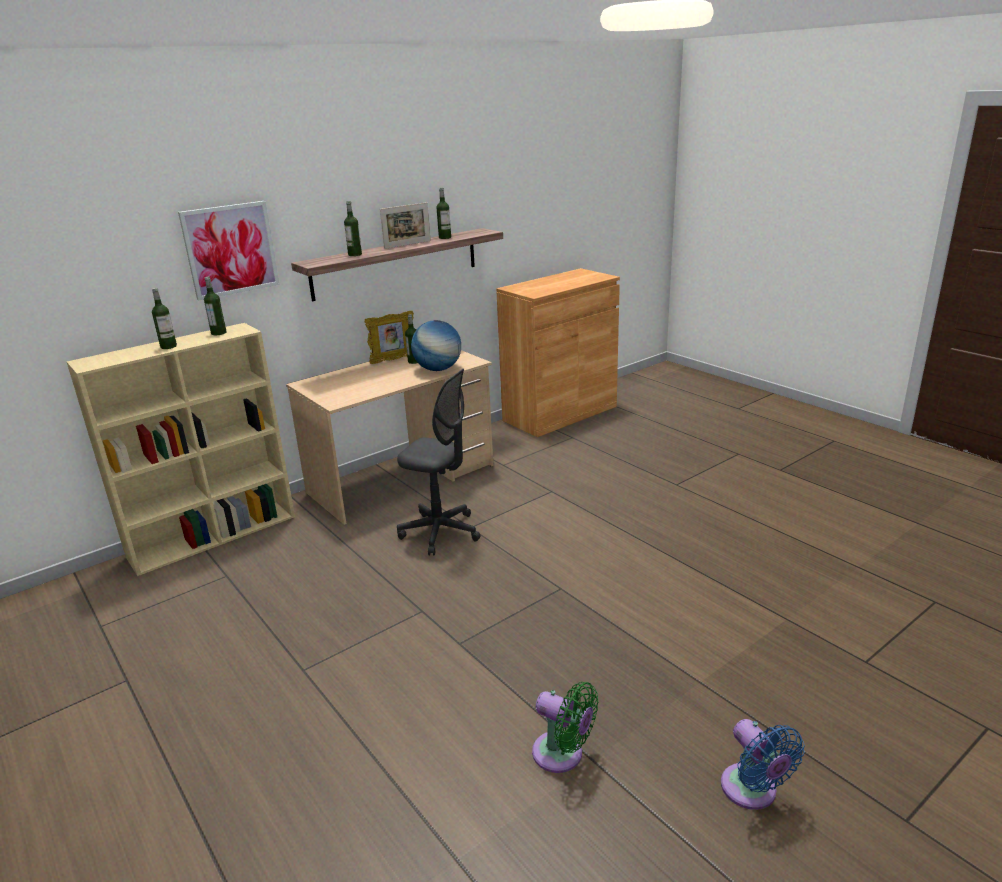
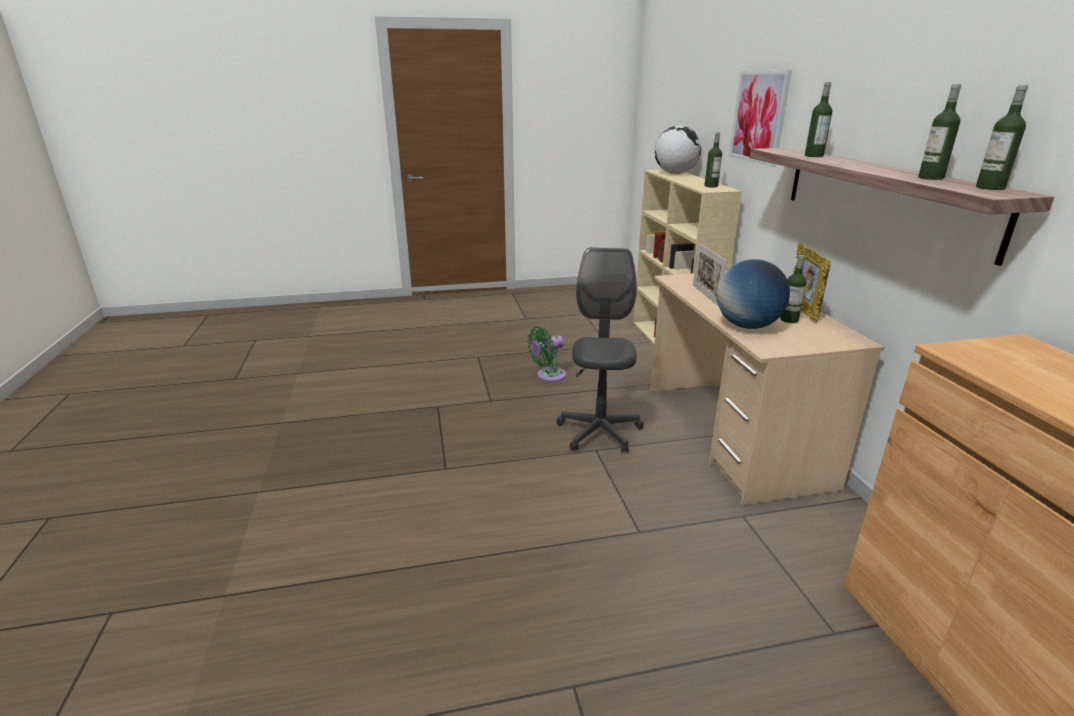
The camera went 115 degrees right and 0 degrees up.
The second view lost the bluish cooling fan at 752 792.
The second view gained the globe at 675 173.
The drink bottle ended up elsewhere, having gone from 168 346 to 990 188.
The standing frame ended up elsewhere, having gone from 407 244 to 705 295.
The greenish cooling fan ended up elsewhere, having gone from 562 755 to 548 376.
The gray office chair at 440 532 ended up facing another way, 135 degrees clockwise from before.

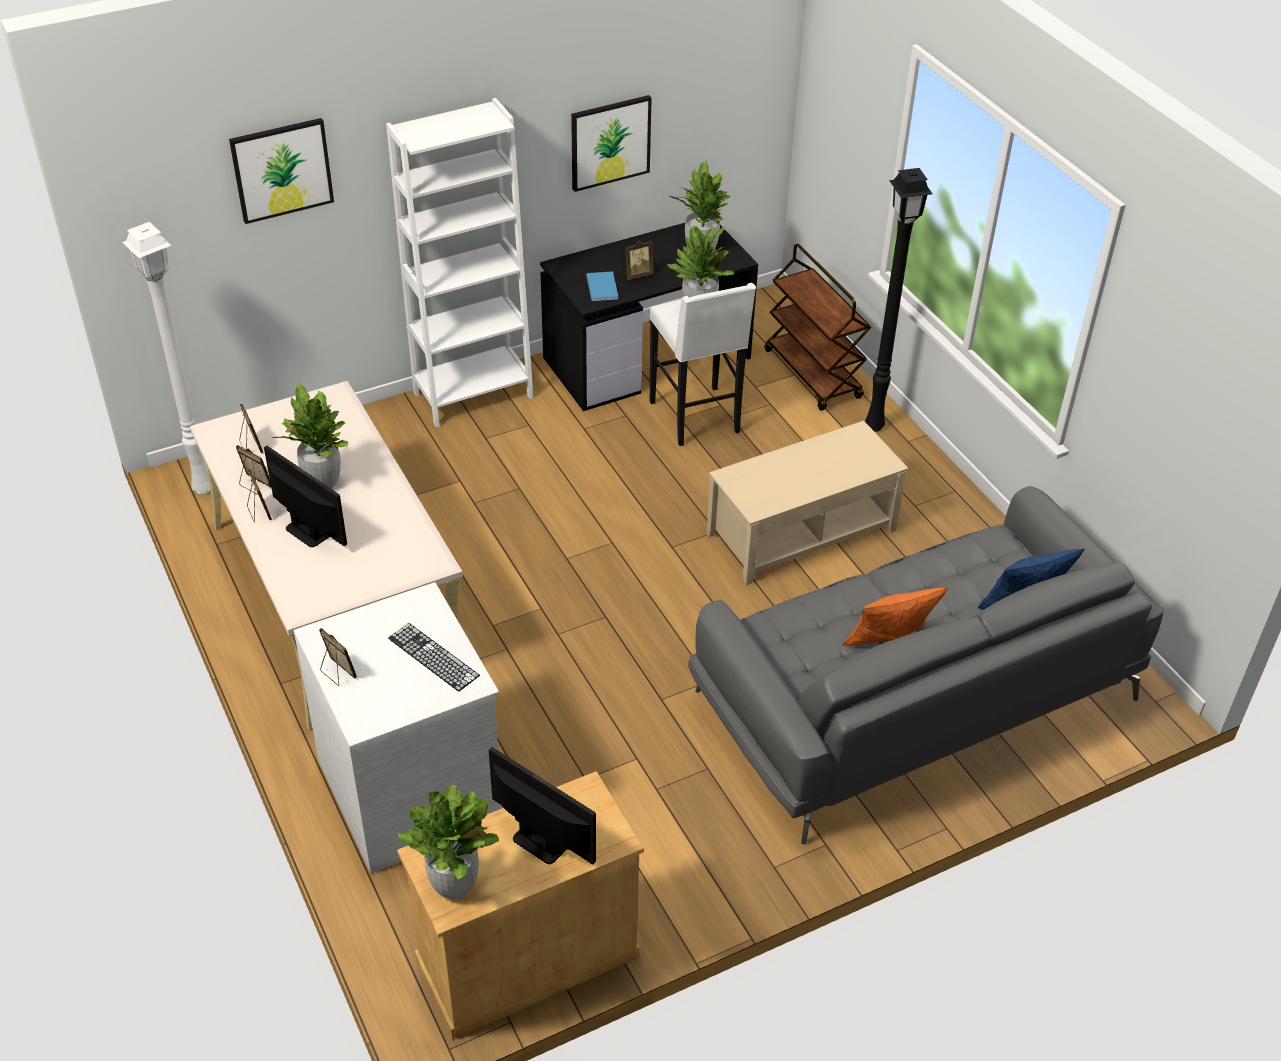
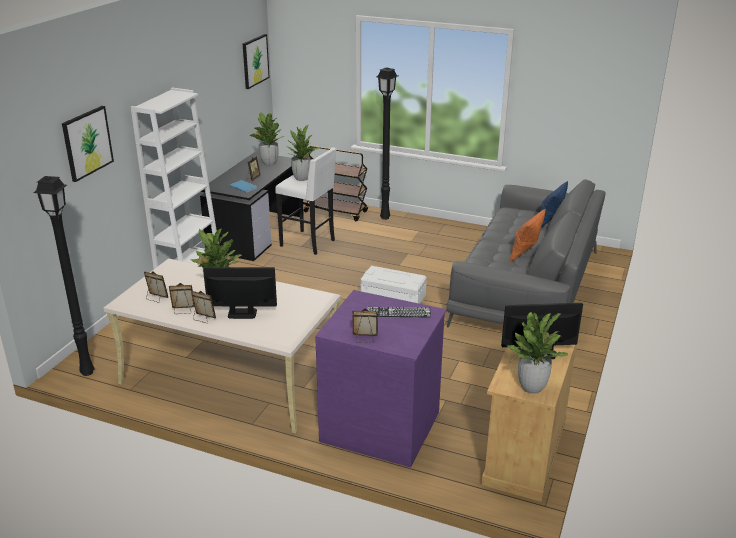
The camera went 40 degrees left and 15 degrees down.
The second view lost the sand-coloured coffee table at 801 532.
The second view gained the white storage box at 393 297.
The picture ended up elsewhere, having gone from 610 142 to 255 61.
What was the white standing lamp at 203 487 turned into the black-coloured standing lamp at 87 372.
What was the white dresser at 412 790 turned into the purple-coloured dresser at 381 425.

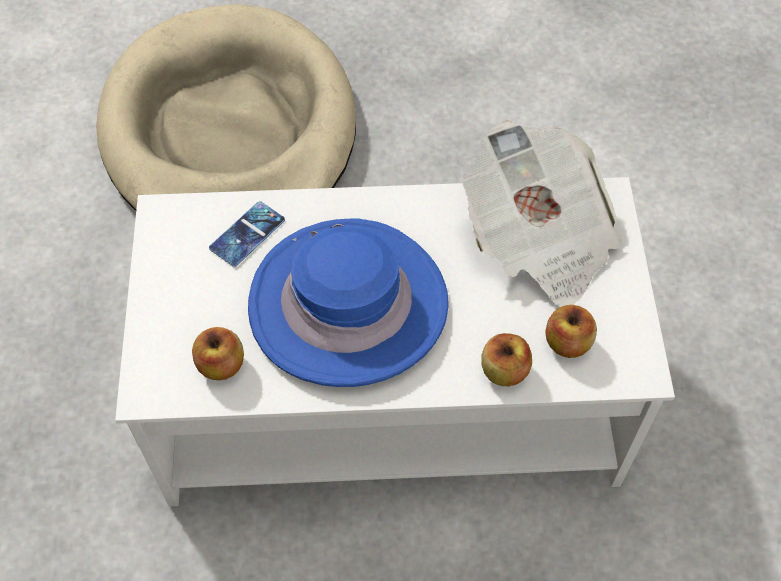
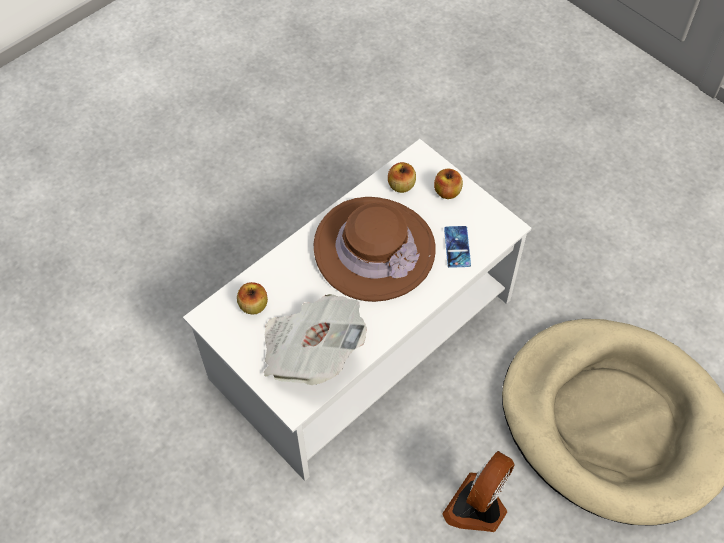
The camera went 140 degrees right and 0 degrees up.
The second view gained the cooling fan at 478 508.
The apple fruit ended up elsewhere, having gone from 504 371 to 447 192.
What was the bluish hat at 348 304 turned into the brownish hat at 374 249.

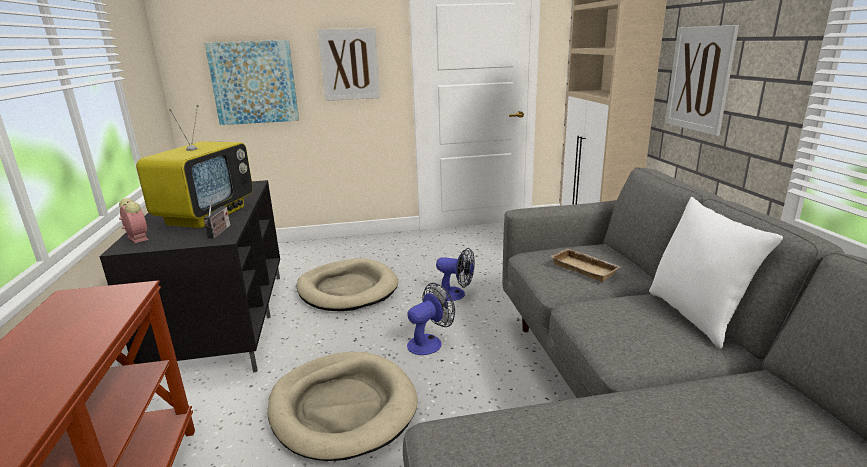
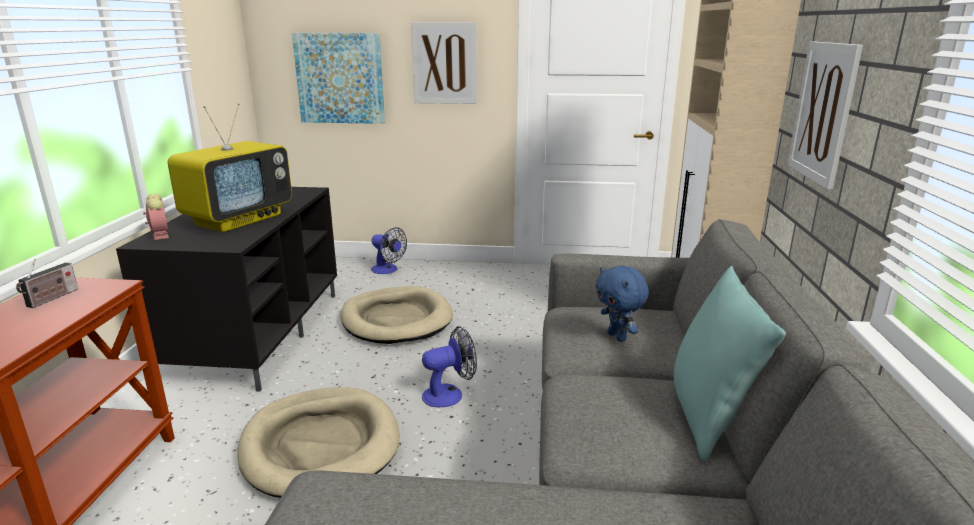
The camera went 15 degrees right and 0 degrees up.
The radio ended up elsewhere, having gone from 219 232 to 51 299.
The cooling fan ended up elsewhere, having gone from 455 295 to 388 270.
Where the sand-coloured serving tray stood at 586 268, the bluish cuddly toy came to stand at 618 337.
What was the white throw pillow at 695 316 turned into the turquoise throw pillow at 709 417.

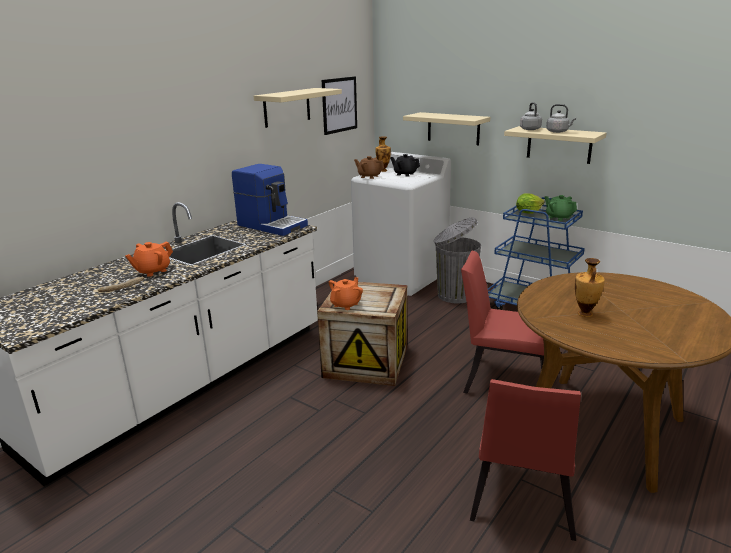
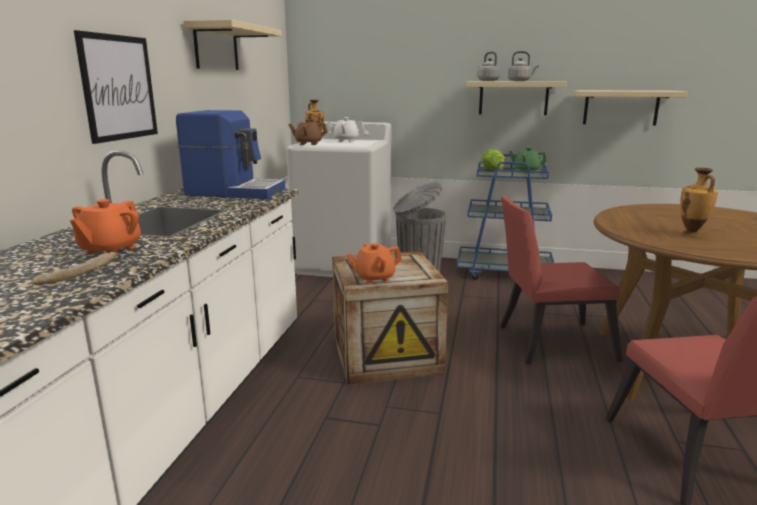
The camera went 25 degrees left and 5 degrees down.
The picture ended up elsewhere, having gone from 339 105 to 119 88.
The sand-coloured wall shelf ended up elsewhere, having gone from 453 128 to 621 107.
What was the black-coloured tea pot at 405 174 turned into the white tea pot at 346 141.
The orange tea pot at 346 304 ended up facing another way, 120 degrees counterclockwise from before.

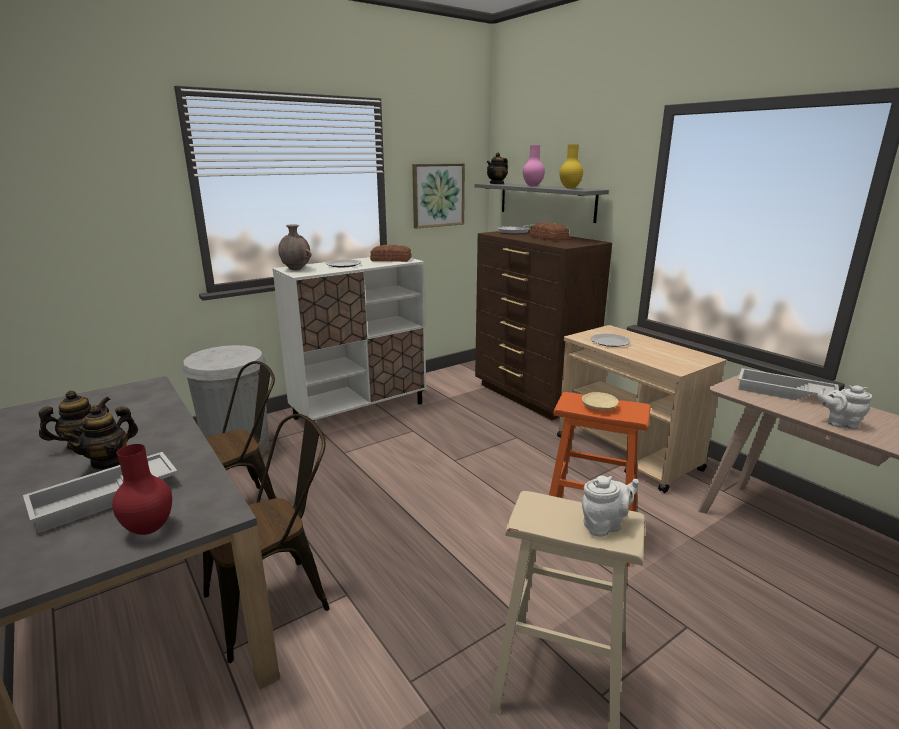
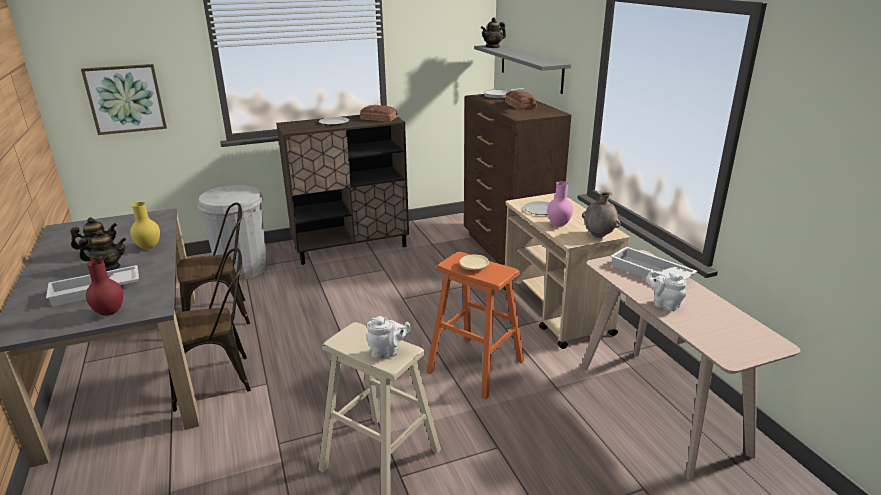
The camera went 15 degrees right and 5 degrees up.
The brownish vase ended up elsewhere, having gone from 296 269 to 599 235.
The picture ended up elsewhere, having gone from 438 195 to 125 99.
The pink-coloured vase ended up elsewhere, having gone from 532 186 to 558 225.
The yellow vase ended up elsewhere, having gone from 570 188 to 149 247.
What was the white cabinet at 360 410 turned into the brownish cabinet at 351 247.
The tea pot at 109 461 ended up facing another way, 150 degrees counterclockwise from before.

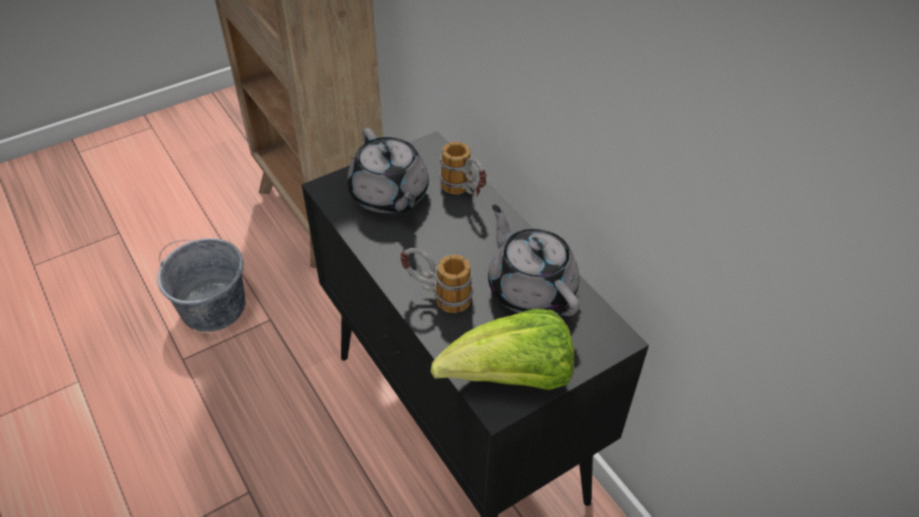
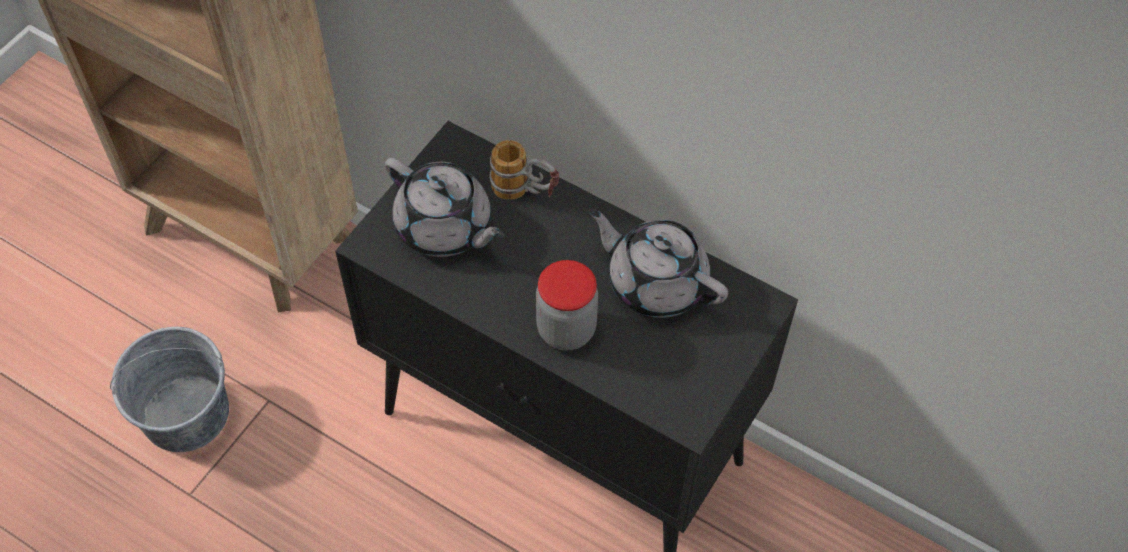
The camera went 25 degrees left and 10 degrees up.
The second view lost the lettuce head at 511 379.
Where the coffee mug stood at 437 296, the storage jar came to stand at 566 329.

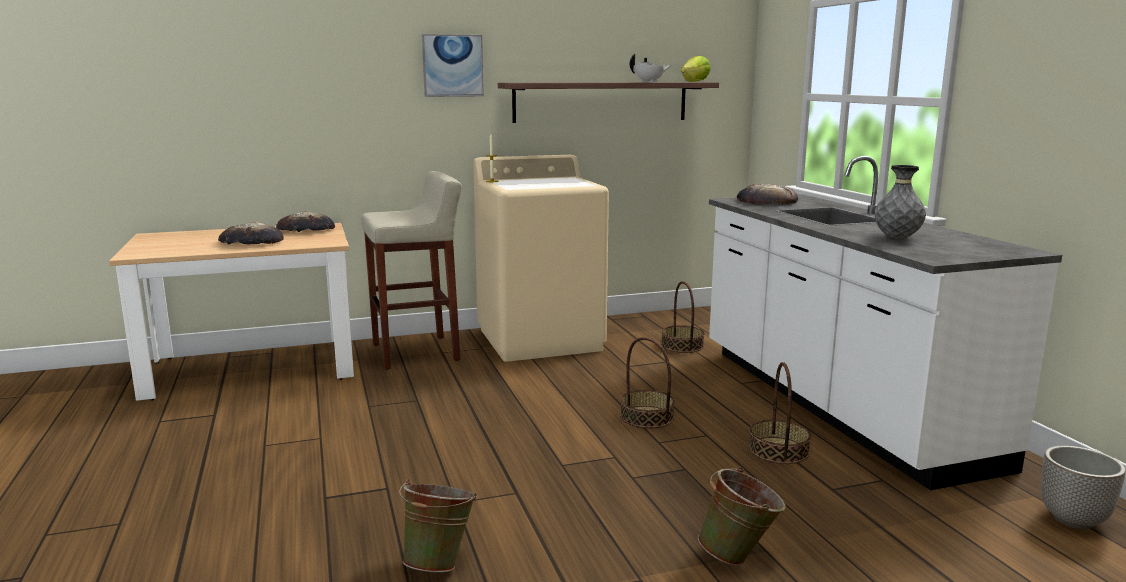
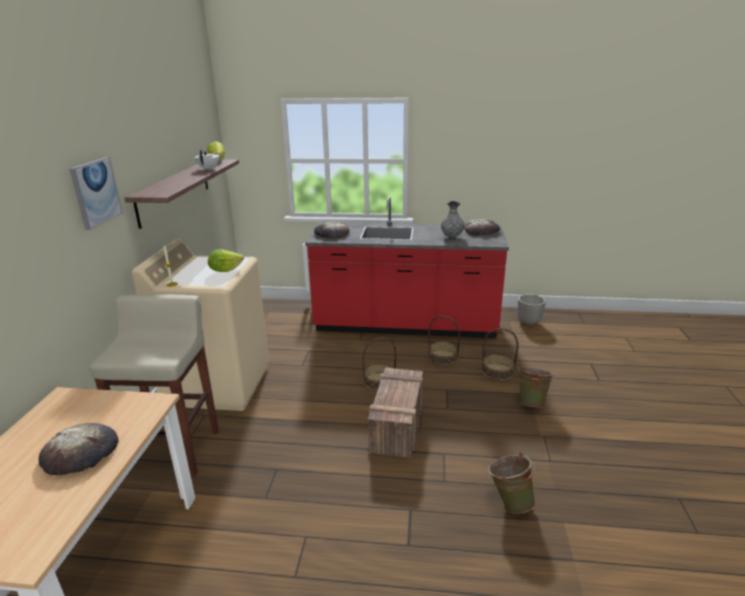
The camera went 65 degrees left and 10 degrees up.
The second view gained the lettuce head at 225 270.
The second view gained the packing crate at 397 425.
The baked bread ended up elsewhere, having gone from 306 230 to 481 230.
The storage basket ended up elsewhere, having gone from 682 346 to 497 371.
What was the white kitchen base unit at 835 404 turned into the red-coloured kitchen base unit at 405 325.

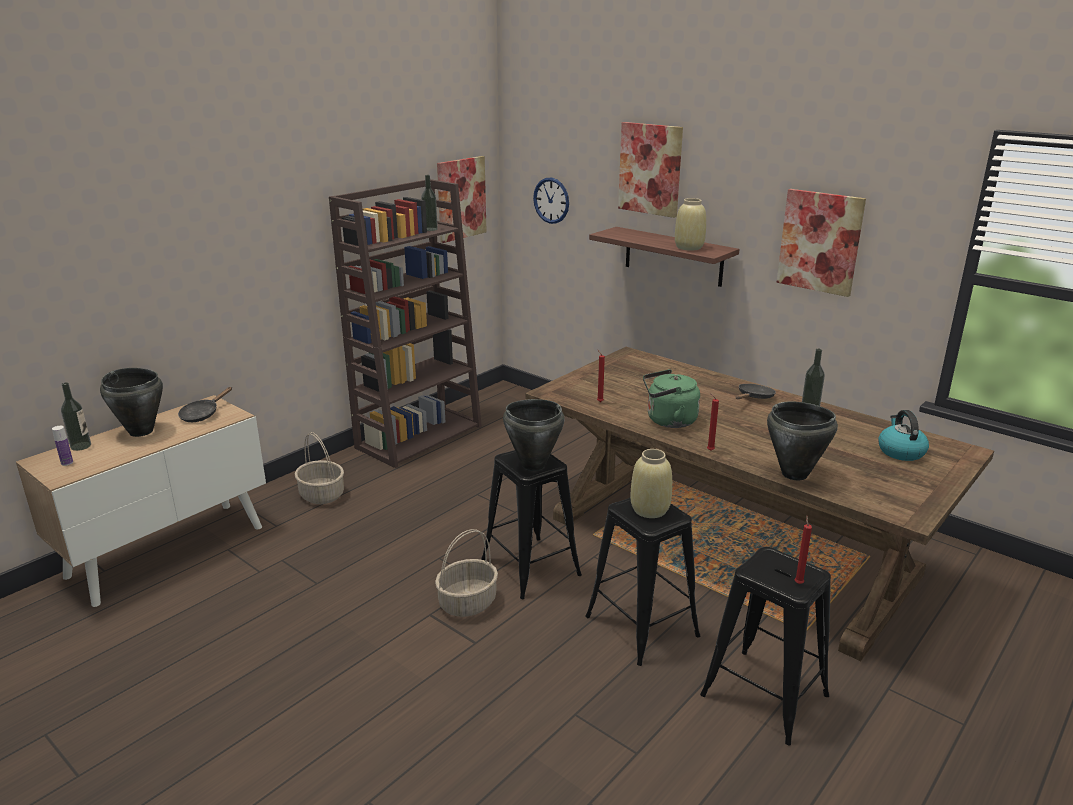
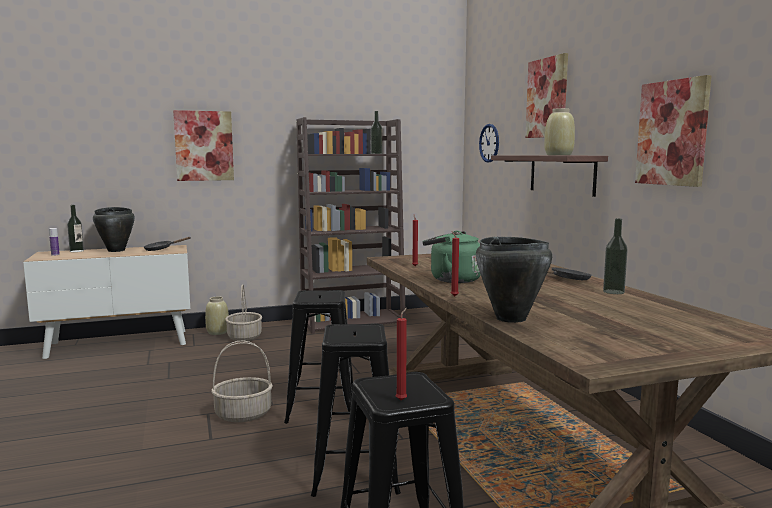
The camera went 30 degrees right and 15 degrees down.
The second view lost the black-coloured stockpot at 533 465.
The second view lost the kettle at 900 451.
The picture ended up elsewhere, having gone from 461 198 to 204 146.
The sand-coloured vase ended up elsewhere, having gone from 650 510 to 217 332.

